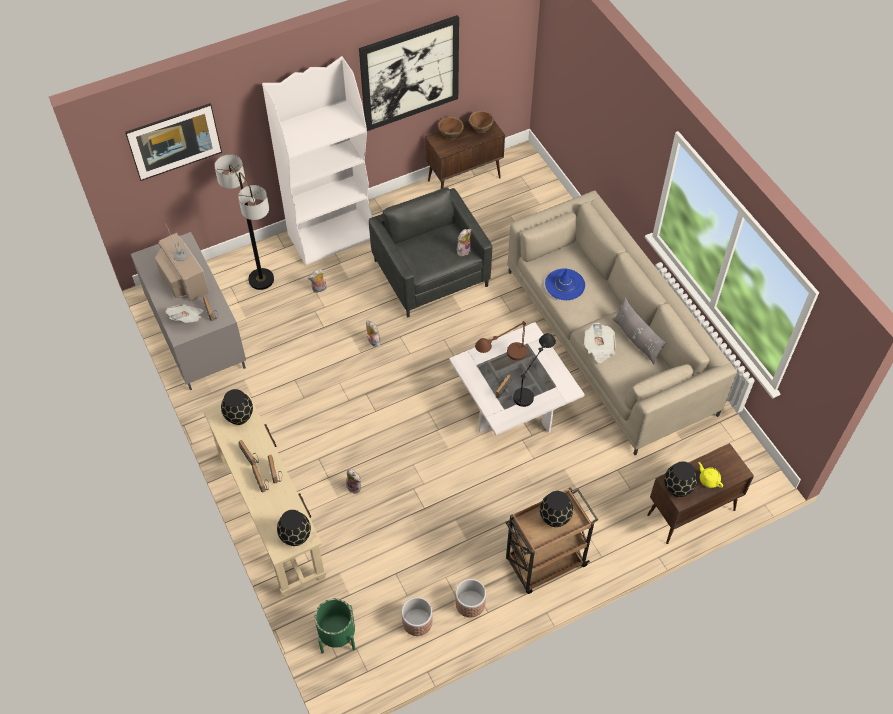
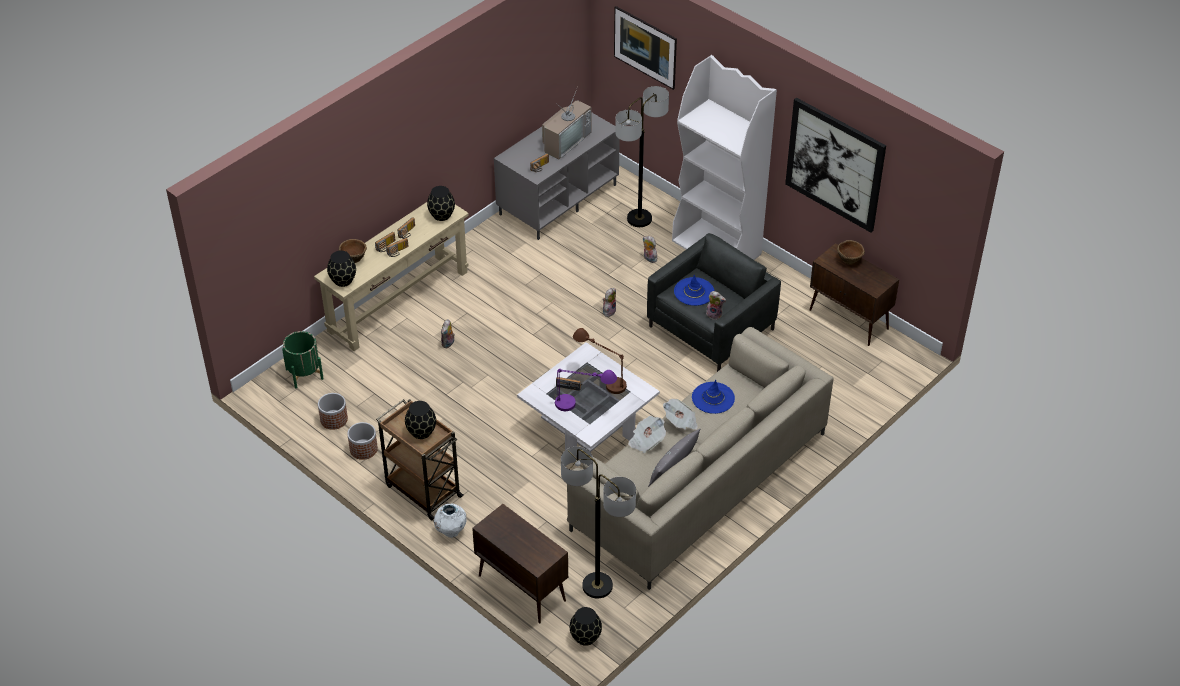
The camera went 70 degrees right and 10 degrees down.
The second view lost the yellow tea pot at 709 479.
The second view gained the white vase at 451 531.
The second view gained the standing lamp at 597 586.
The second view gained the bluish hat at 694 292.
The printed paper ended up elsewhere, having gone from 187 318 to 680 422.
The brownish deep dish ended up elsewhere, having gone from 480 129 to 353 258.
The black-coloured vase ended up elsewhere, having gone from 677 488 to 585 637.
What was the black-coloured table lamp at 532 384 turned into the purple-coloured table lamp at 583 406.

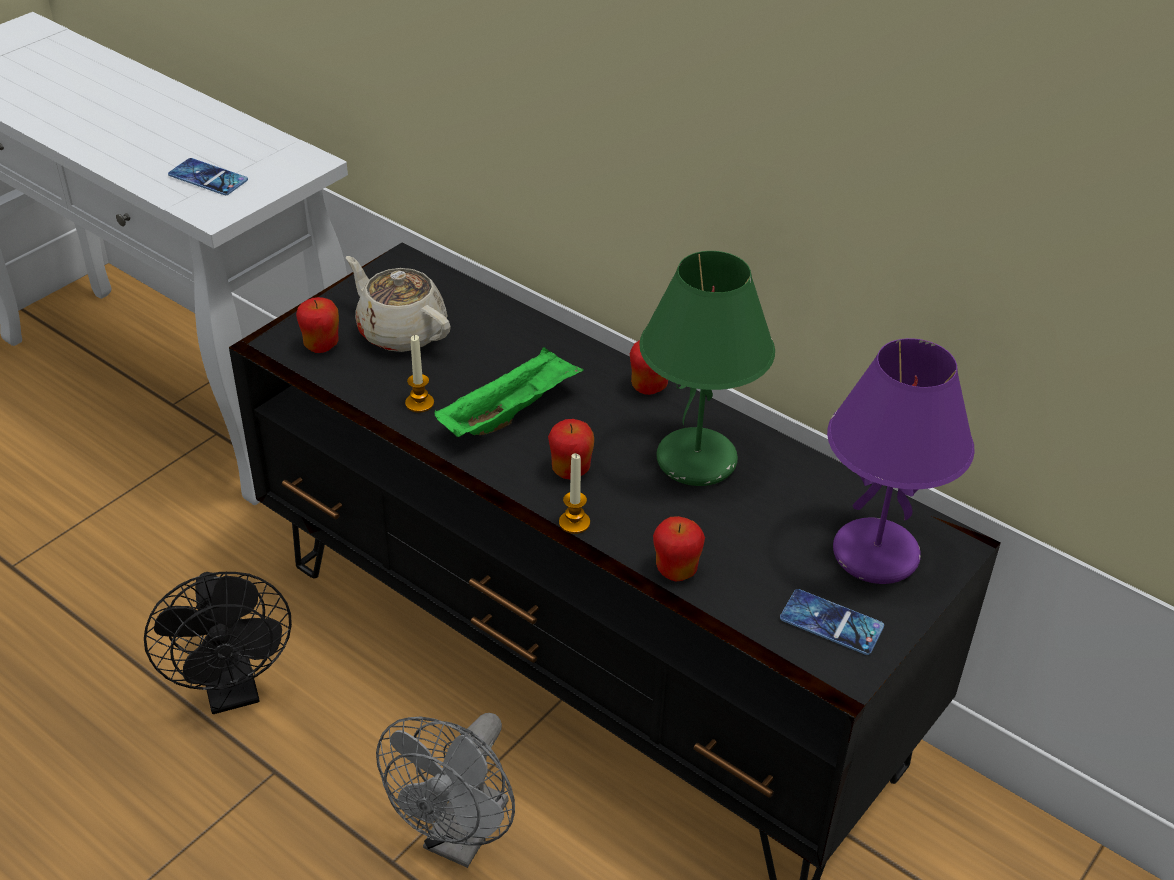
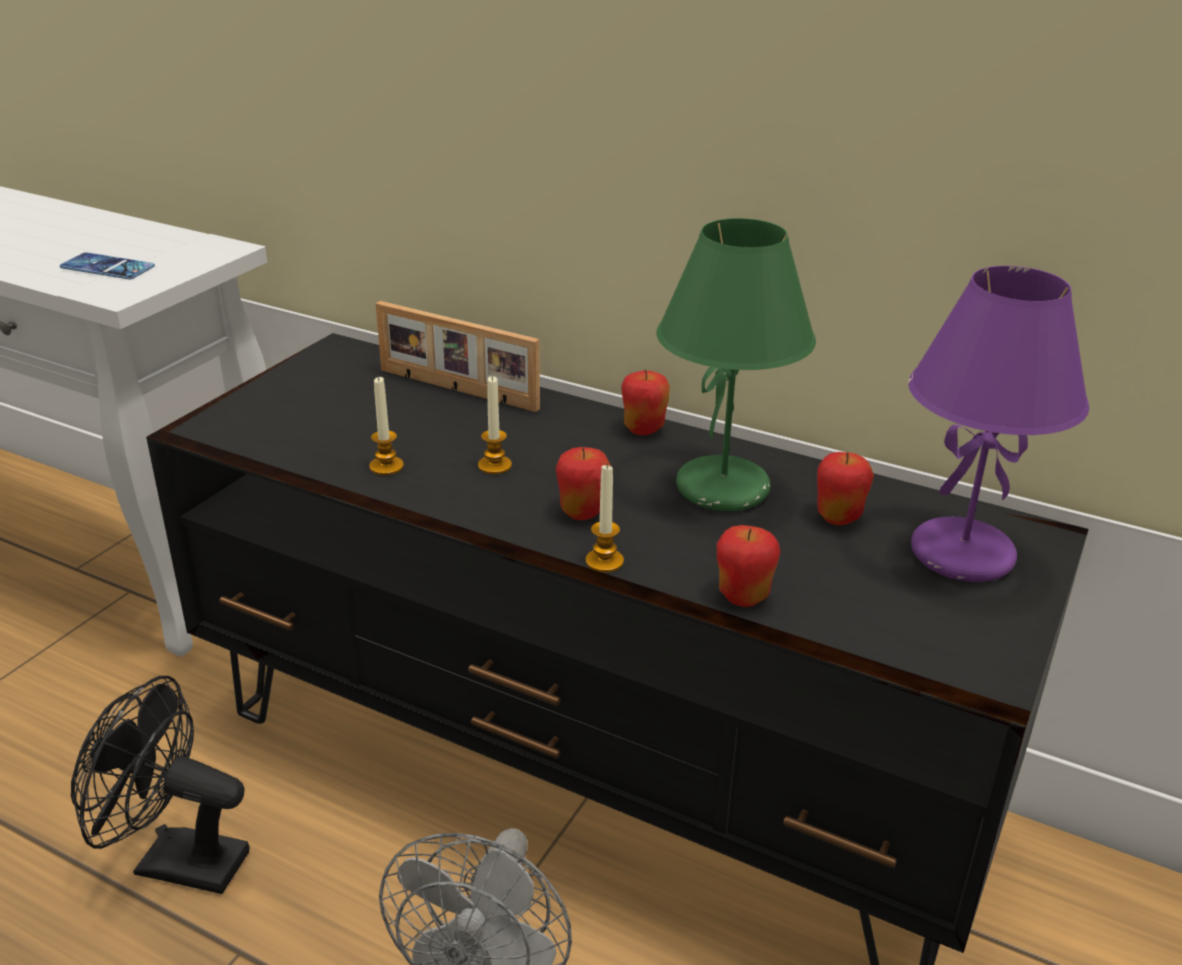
The camera went 10 degrees left and 10 degrees down.
The second view lost the sand-coloured tea pot at 400 331.
The second view lost the handset at 831 622.
The second view gained the standing frame at 456 390.
The apple fruit ended up elsewhere, having gone from 321 346 to 838 517.
Where the greenish serving tray stood at 510 413, the candle came to stand at 495 466.
The black-coloured cooling fan at 233 690 ended up facing another way, 135 degrees clockwise from before.

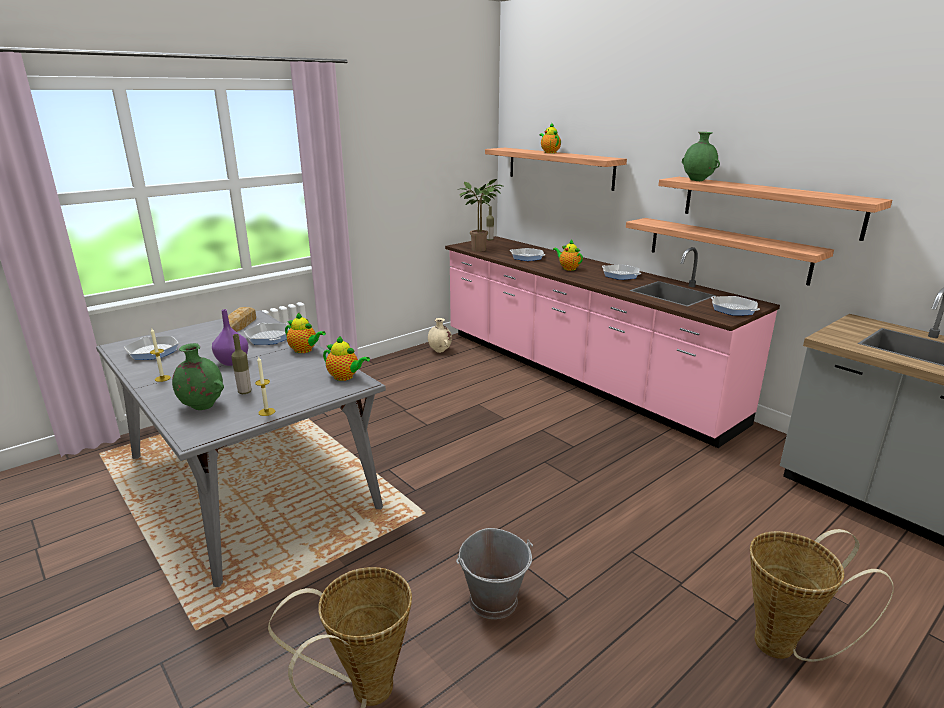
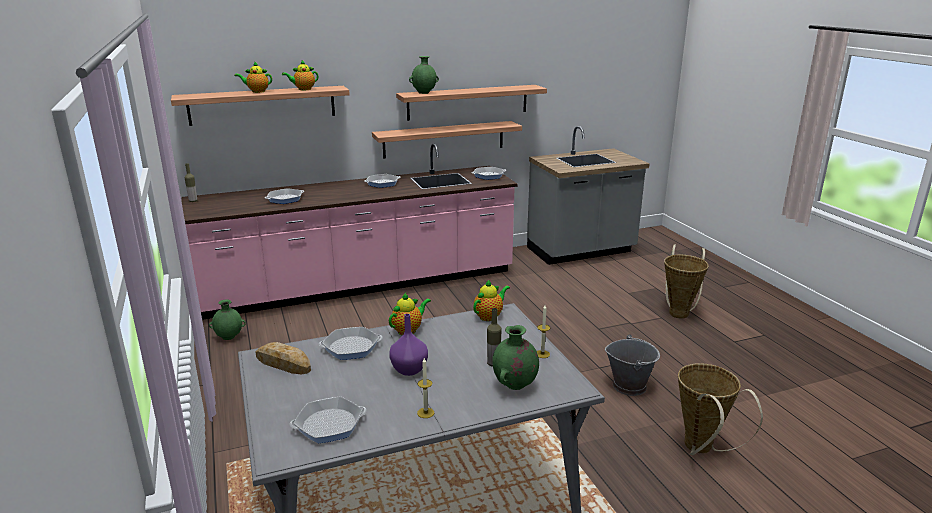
The camera went 70 degrees left and 0 degrees up.
The second view lost the plant in a pot at 481 249.
The tea pot ended up elsewhere, having gone from 568 268 to 303 89.
What was the sand-coloured vase at 440 351 turned into the greenish vase at 229 337.

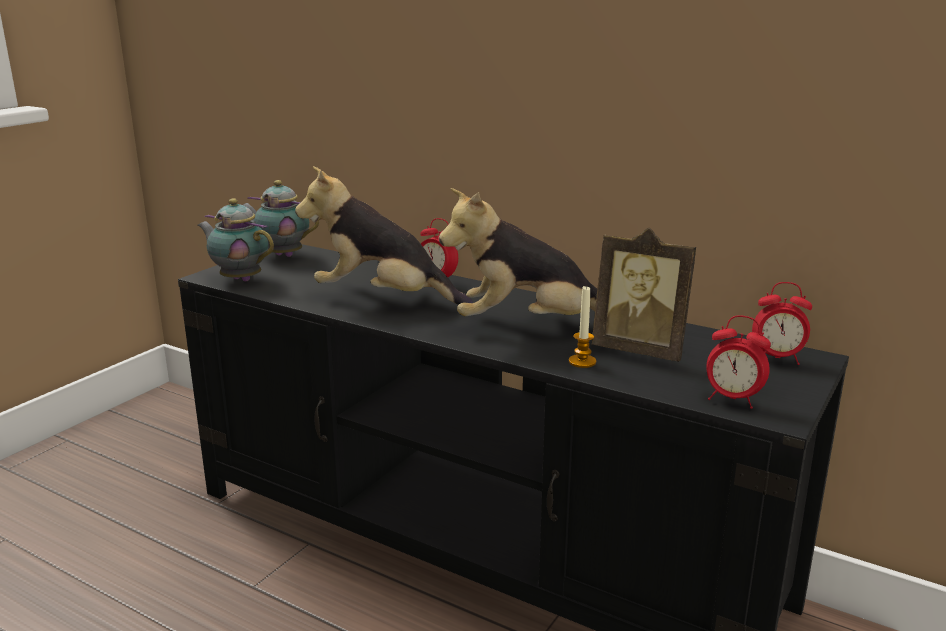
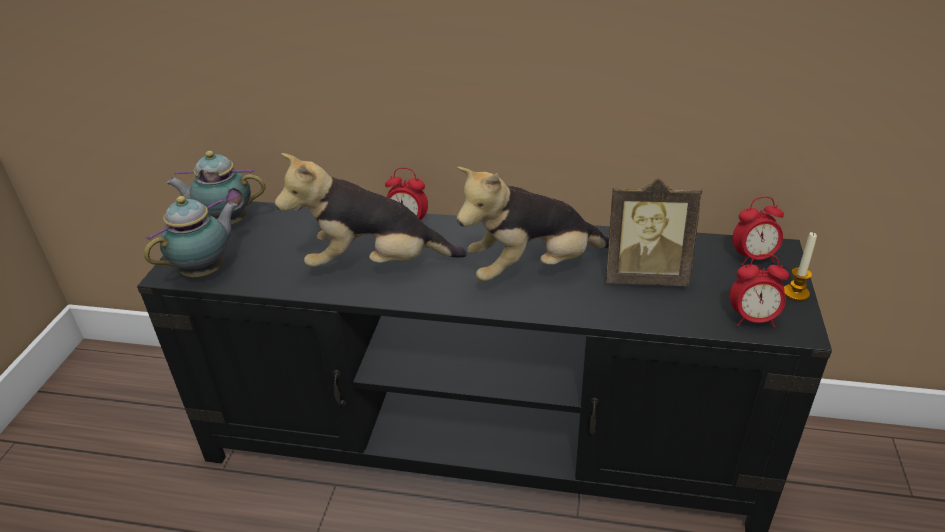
The camera went 20 degrees left and 15 degrees up.
The candle ended up elsewhere, having gone from 582 362 to 796 293.
The tea pot at 239 279 ended up facing another way, 120 degrees clockwise from before.

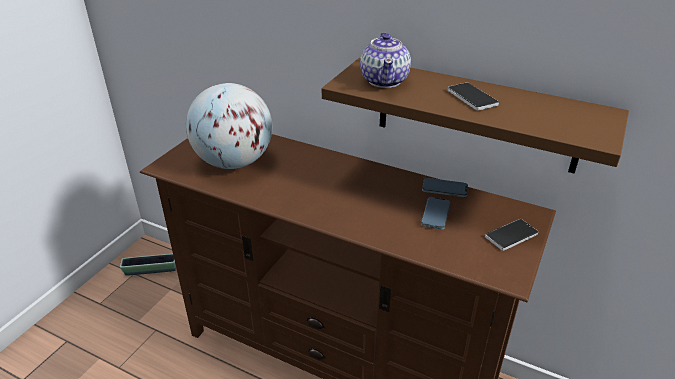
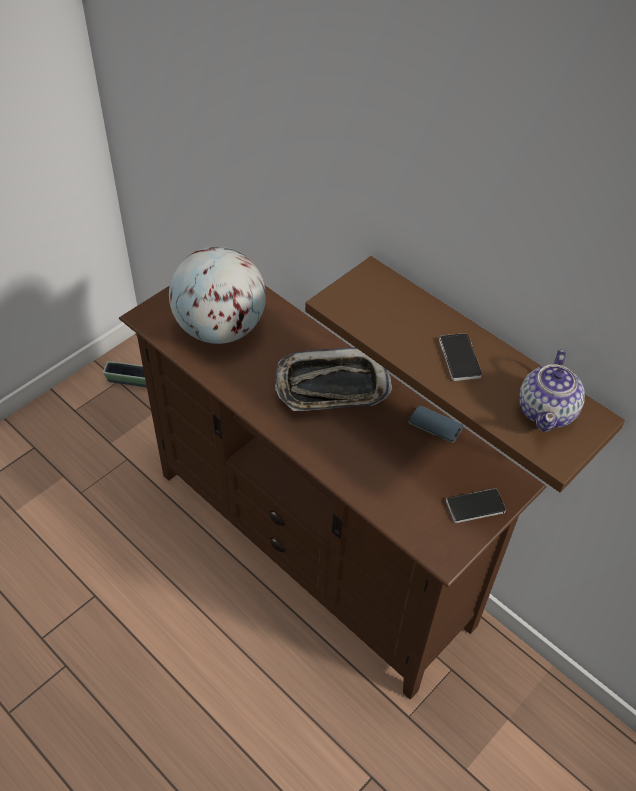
The camera went 15 degrees right and 15 degrees up.
The second view lost the handset at 435 215.
The second view gained the serving tray at 331 386.
The tea pot ended up elsewhere, having gone from 385 80 to 547 411.

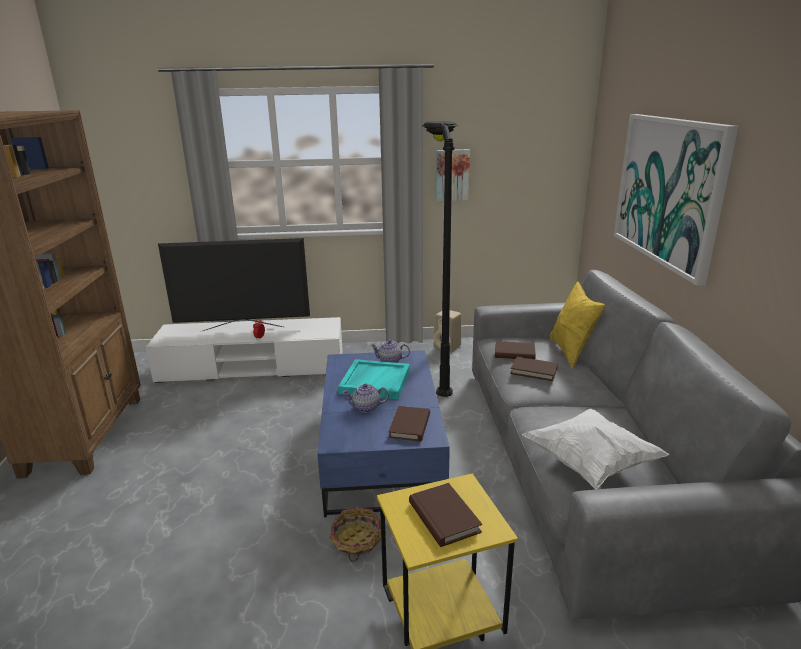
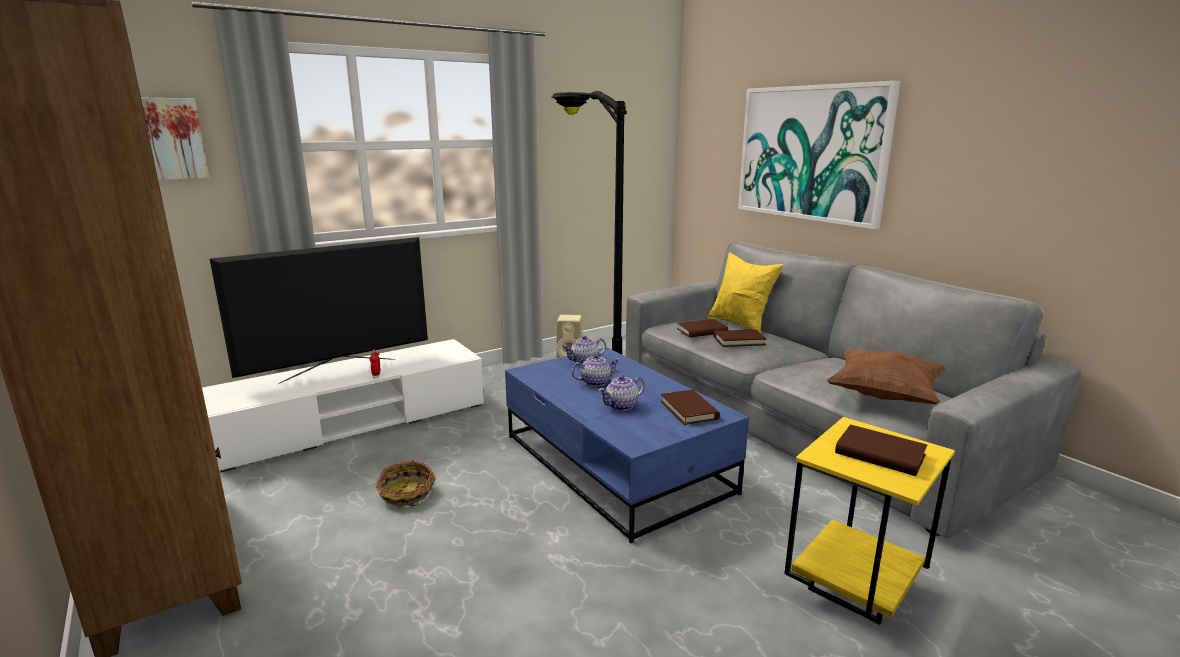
The camera went 30 degrees left and 5 degrees down.
The storage basket ended up elsewhere, having gone from 356 541 to 406 494.
The picture ended up elsewhere, having gone from 452 175 to 172 139.
Where the turquoise serving tray stood at 375 381, the tea pot came to stand at 595 382.
What was the white throw pillow at 590 463 turned into the brownish throw pillow at 884 396.

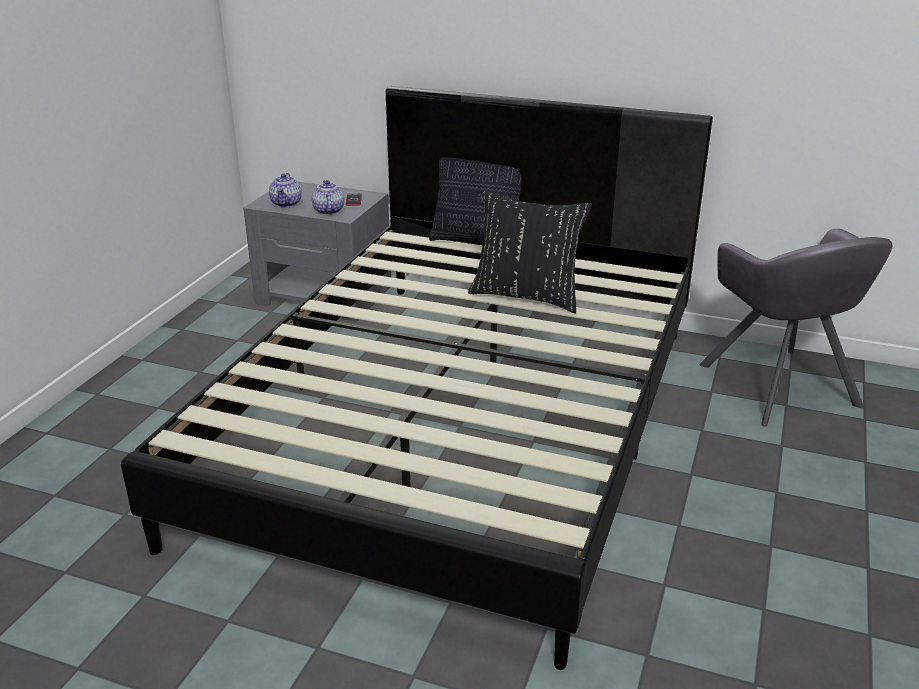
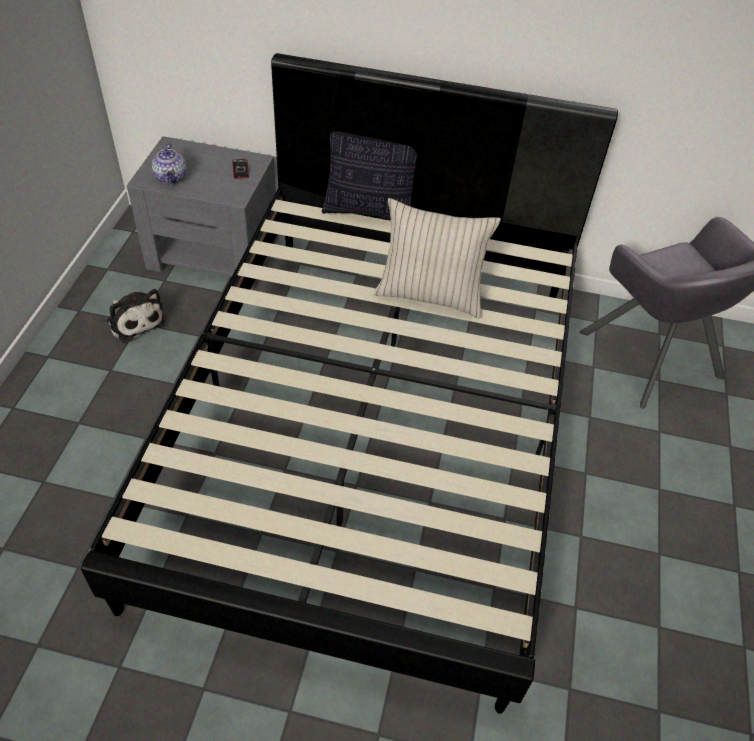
The camera went 10 degrees left and 20 degrees up.
The second view lost the tea pot at 328 211.
The second view gained the cuddly toy at 135 320.
What was the black-coloured throw pillow at 526 296 turned into the sand-coloured throw pillow at 430 295.

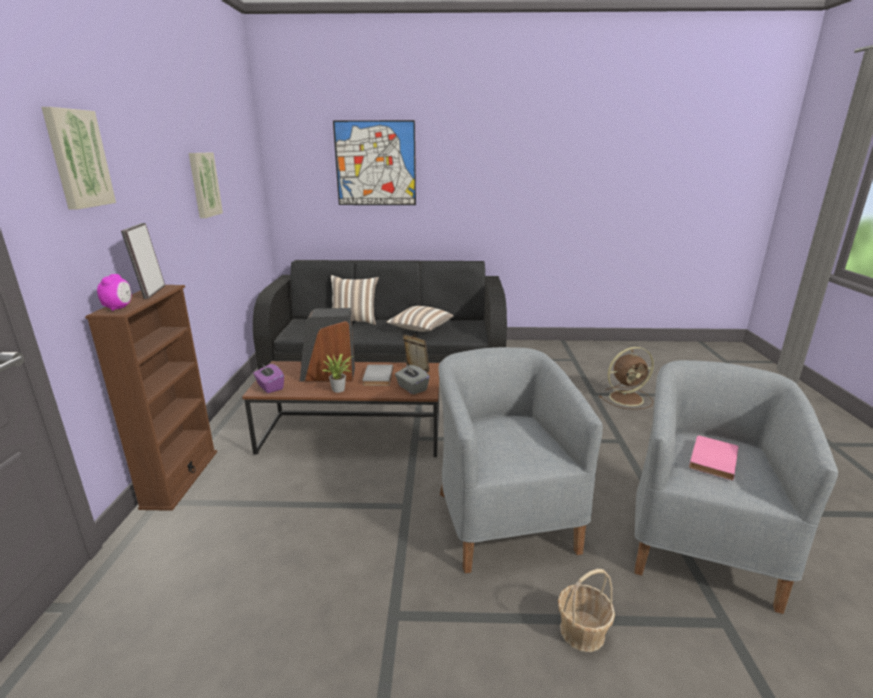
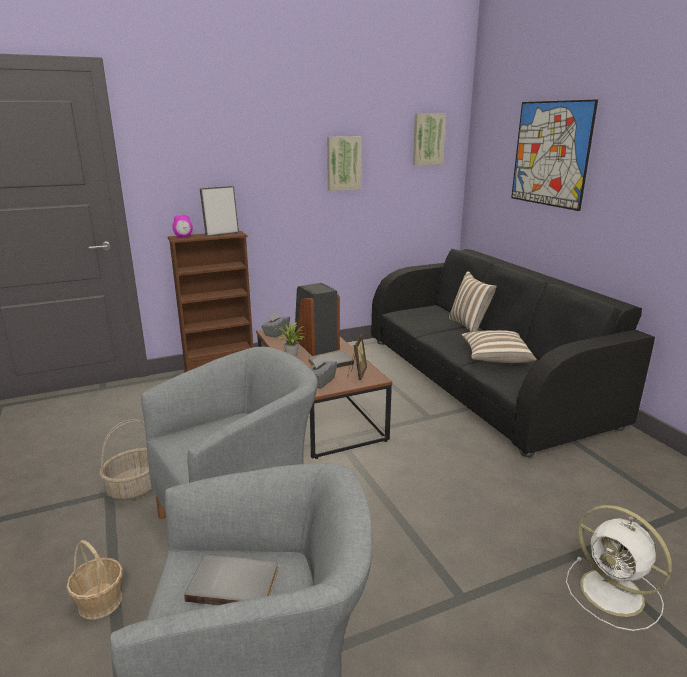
The camera went 65 degrees right and 0 degrees up.
The second view gained the storage basket at 135 487.
The picture ended up elsewhere, having gone from 77 159 to 427 139.
What was the purple-coloured tissue box at 270 387 turned into the gray tissue box at 276 333.
What was the brownish cooling fan at 627 398 turned into the white cooling fan at 614 594.
What was the pink-coloured bound book at 711 458 turned into the gray bound book at 234 582.

